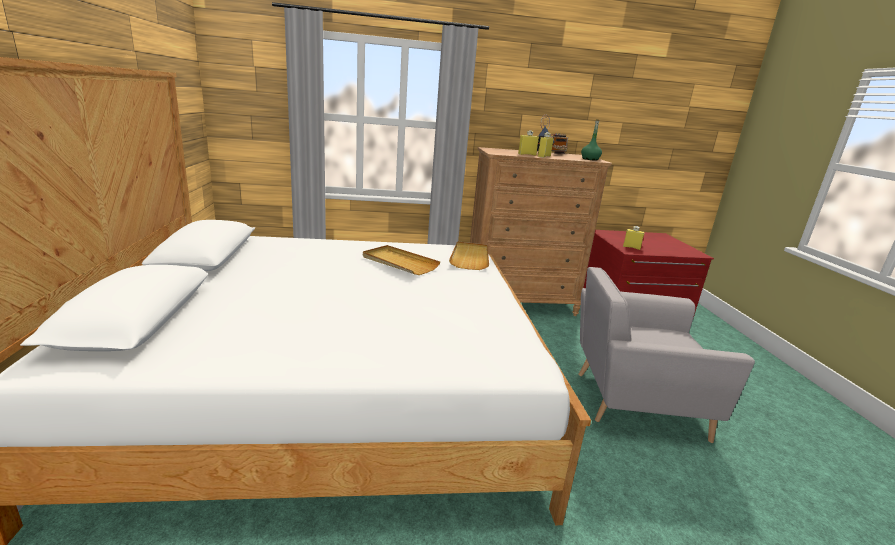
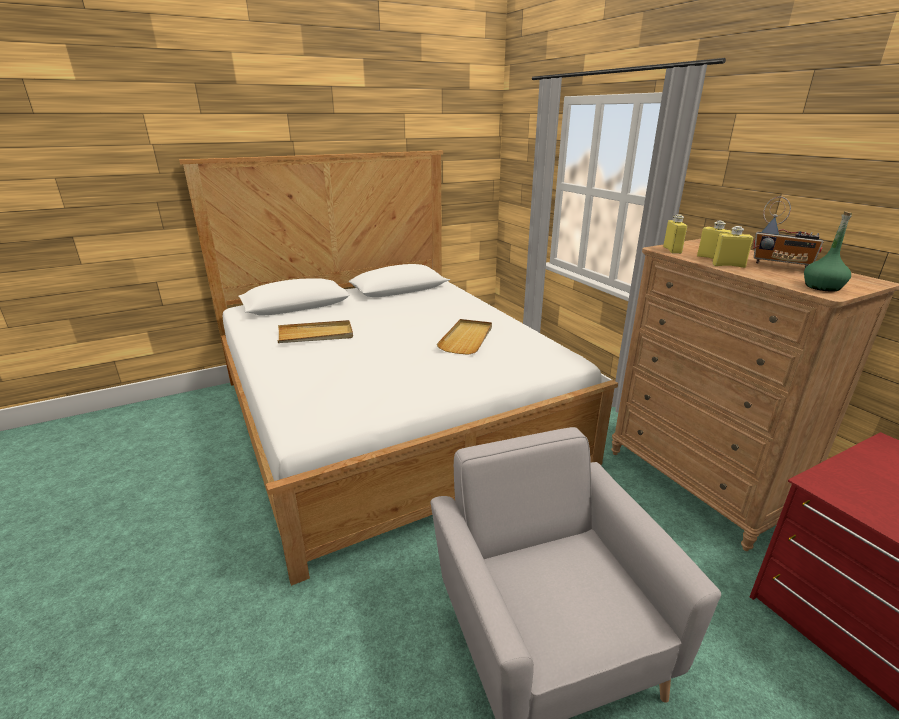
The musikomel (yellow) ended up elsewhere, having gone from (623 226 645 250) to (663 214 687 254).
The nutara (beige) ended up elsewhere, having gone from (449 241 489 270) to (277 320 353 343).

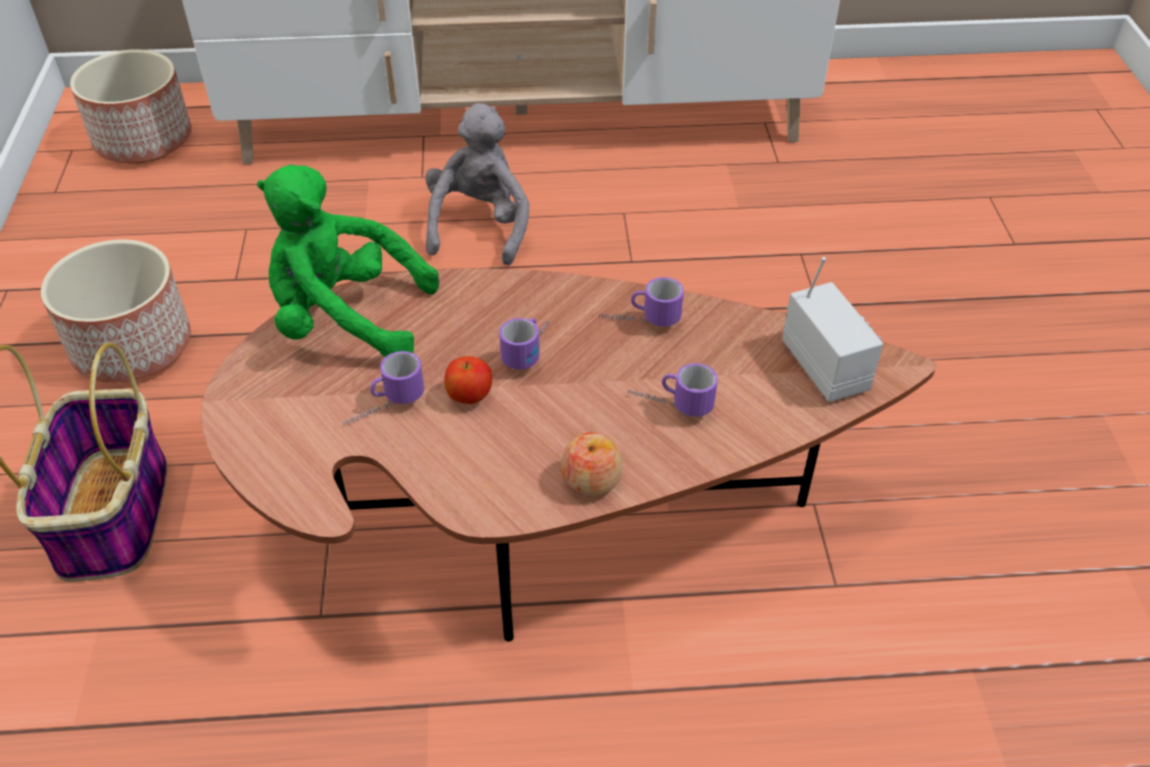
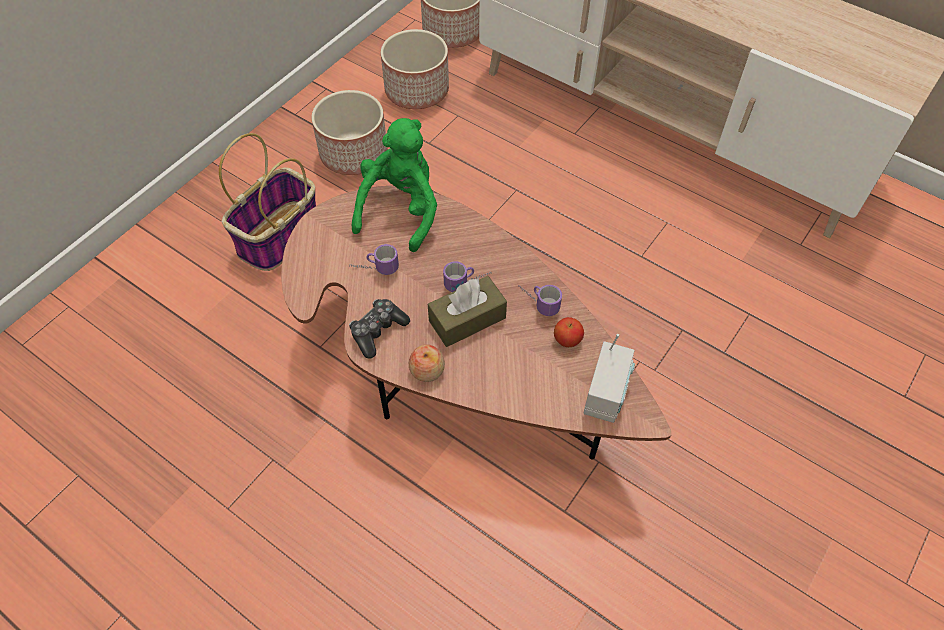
The second view lost the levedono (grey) at (425 103 530 266).
The levedono (green) at (257 165 439 357) ended up facing another way, 60 degrees clockwise from before.
The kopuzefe ended up elsewhere, having gone from (444 356 492 404) to (554 317 584 347).
The second view lost the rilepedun at (628 363 718 417).
The second view gained the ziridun at (381 29 449 109).
The second view gained the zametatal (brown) at (428 276 507 347).
The second view gained the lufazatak at (349 299 410 358).

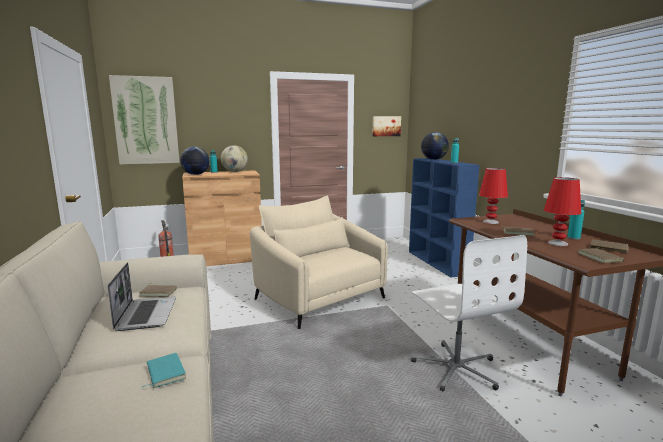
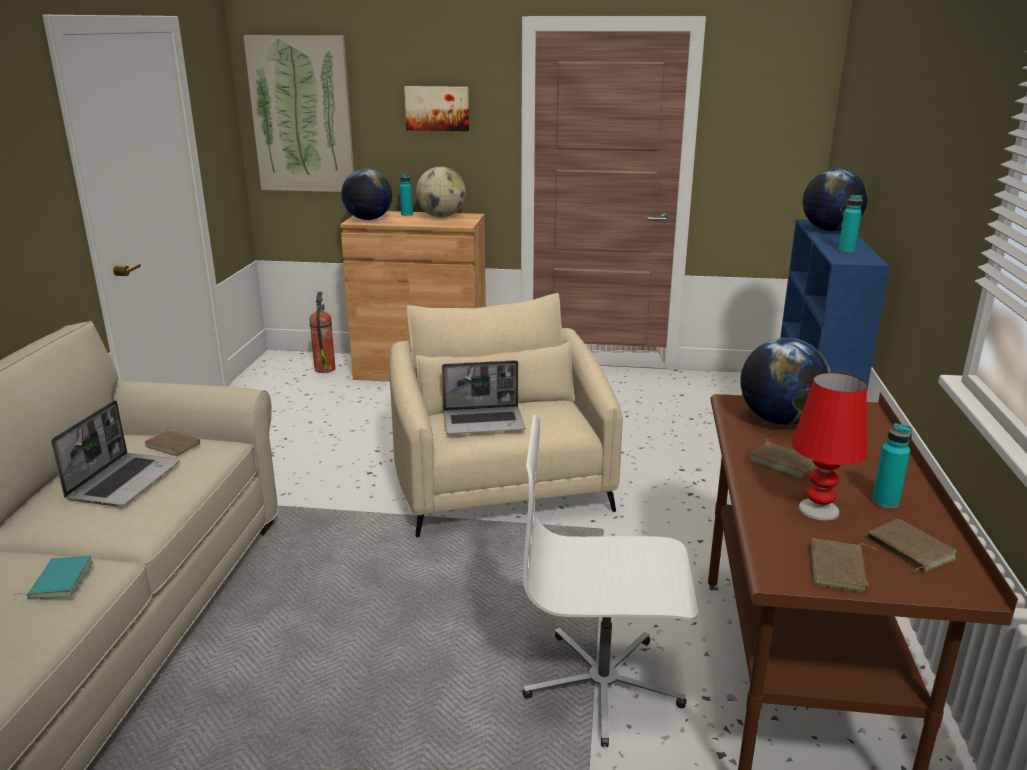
The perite ended up elsewhere, having gone from (372 116 401 136) to (404 86 469 131).
Where the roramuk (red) stood at (479 168 508 224), the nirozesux came to stand at (741 338 831 425).
The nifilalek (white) at (411 235 527 392) ended up facing another way, 90 degrees clockwise from before.
The second view gained the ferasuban at (442 360 525 434).

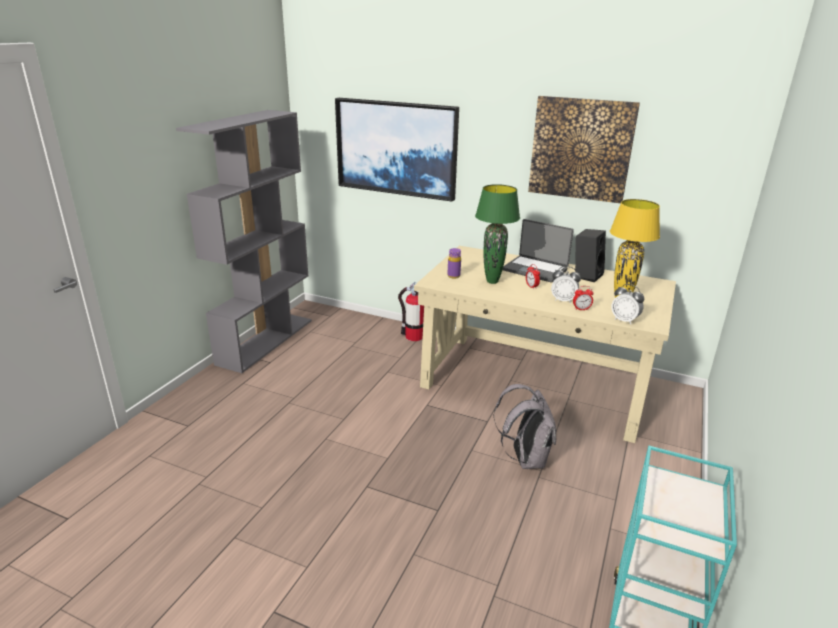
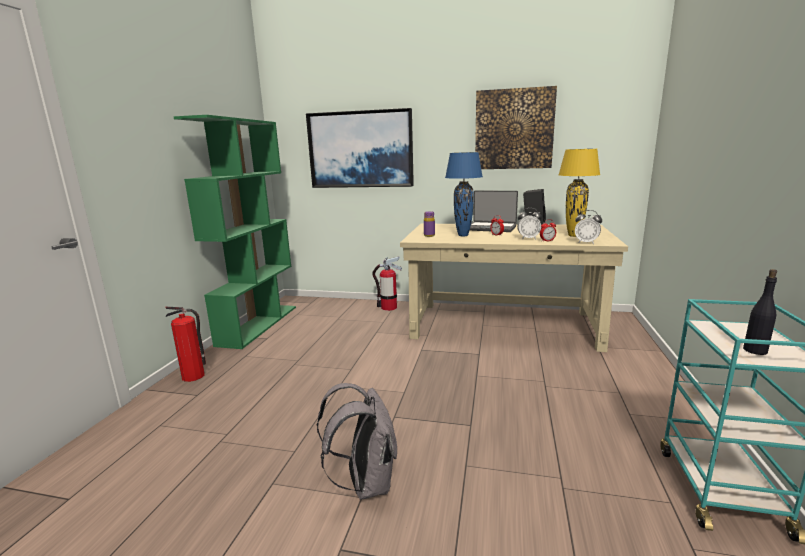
What was the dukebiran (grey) at (176 110 312 373) turned into the dukebiran (green) at (173 115 296 349).
What was the roramuk (green) at (475 184 520 284) turned into the roramuk (blue) at (445 152 483 236).
The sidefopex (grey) ended up elsewhere, having gone from (493 384 556 469) to (317 383 397 500).
The second view gained the musikomel (black) at (743 269 777 355).
The second view gained the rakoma at (165 307 206 382).

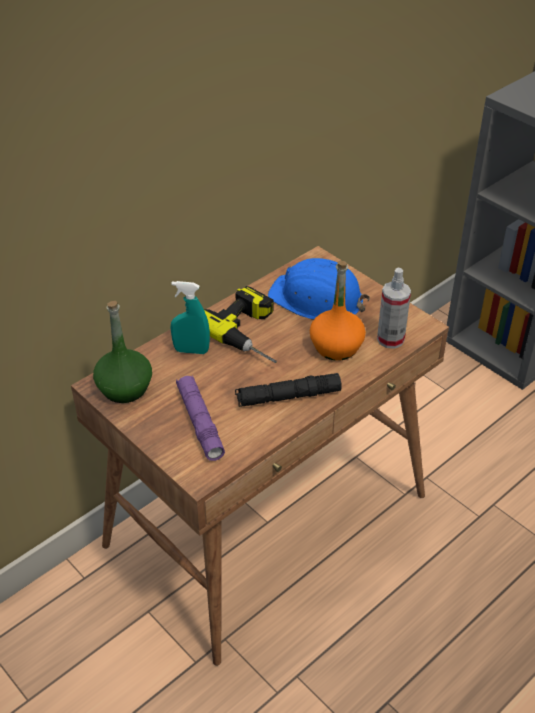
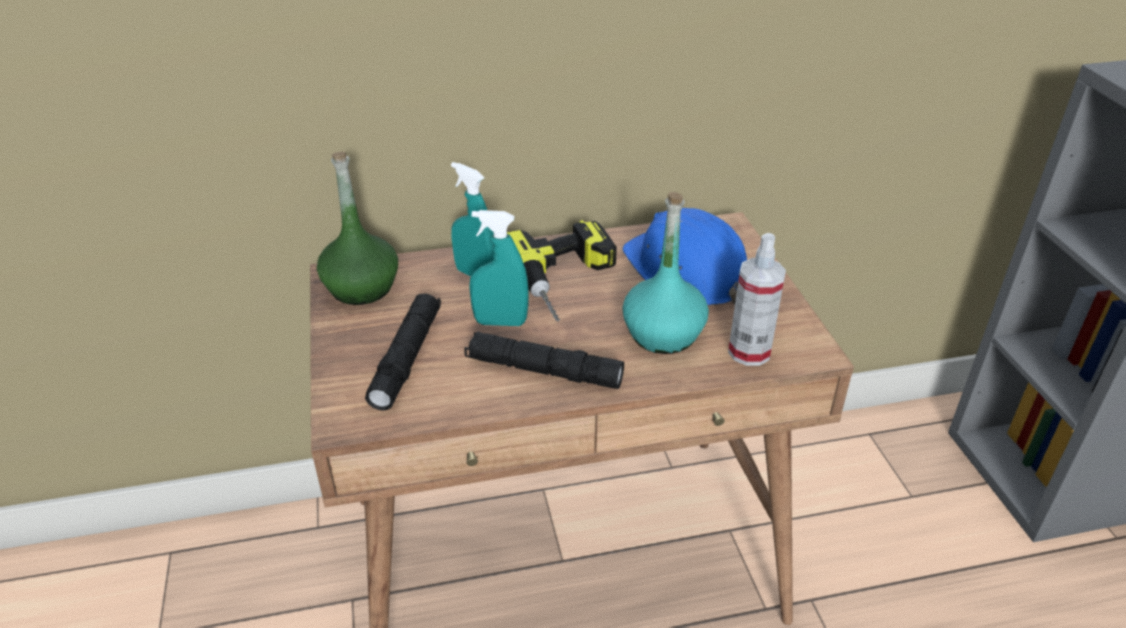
What was the musikomel (orange) at (310 260 366 361) turned into the musikomel (turquoise) at (622 192 709 354).
What was the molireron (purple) at (176 375 225 461) turned into the molireron (black) at (365 294 441 411).
The second view gained the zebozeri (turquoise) at (469 210 528 326).

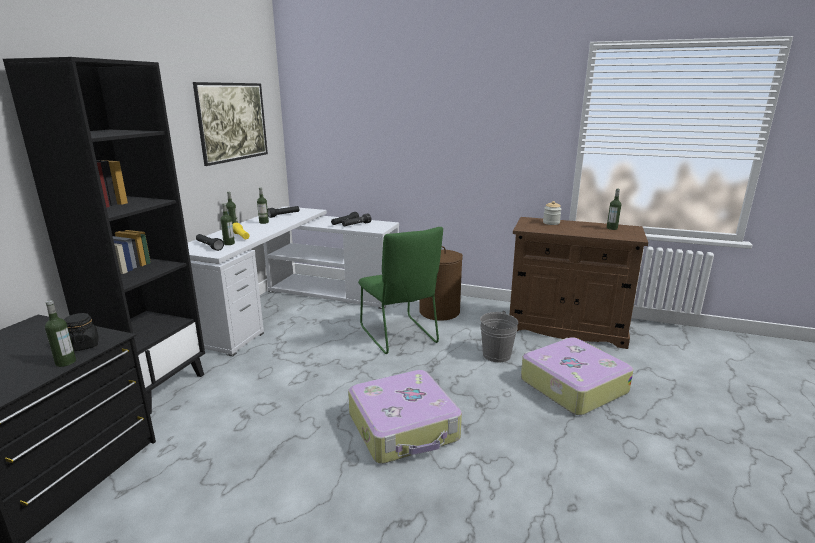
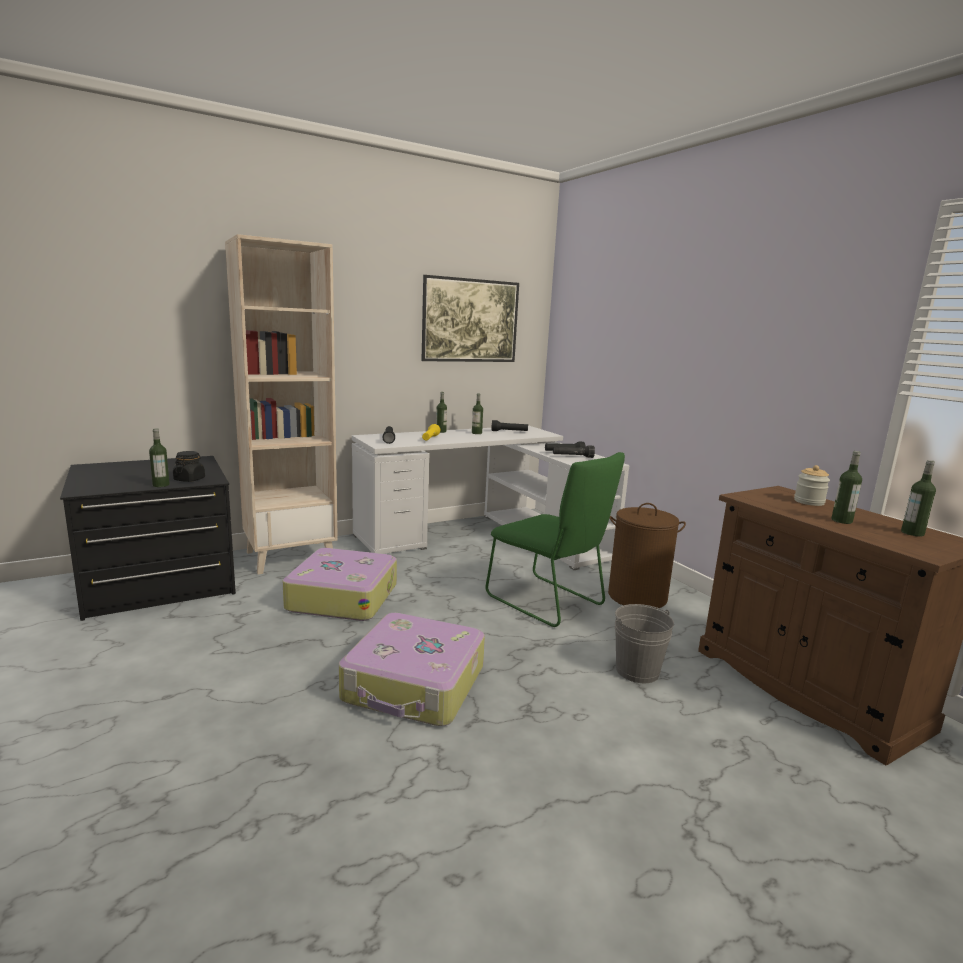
What was the dukebiran (black) at (3 57 205 414) turned into the dukebiran (beige) at (225 234 338 575).
The musikomel ended up elsewhere, having gone from (220 203 235 245) to (831 451 862 524).
The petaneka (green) at (358 227 443 354) ended up facing another way, 60 degrees counterclockwise from before.
The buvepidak ended up elsewhere, having gone from (521 337 633 415) to (283 548 397 621).

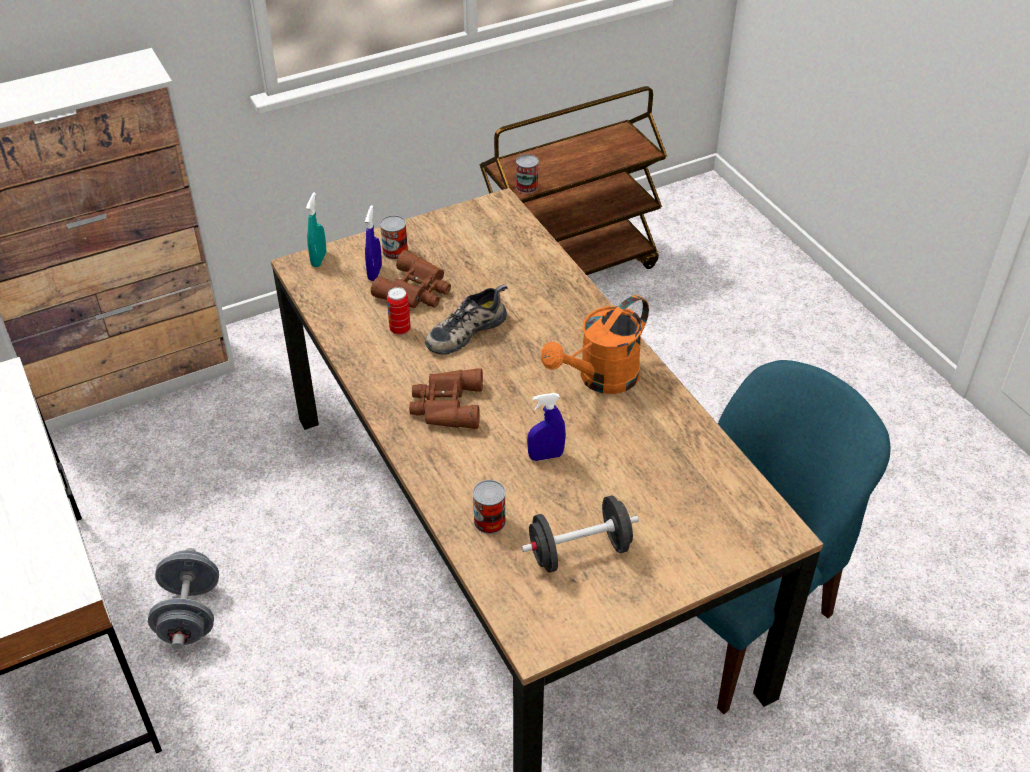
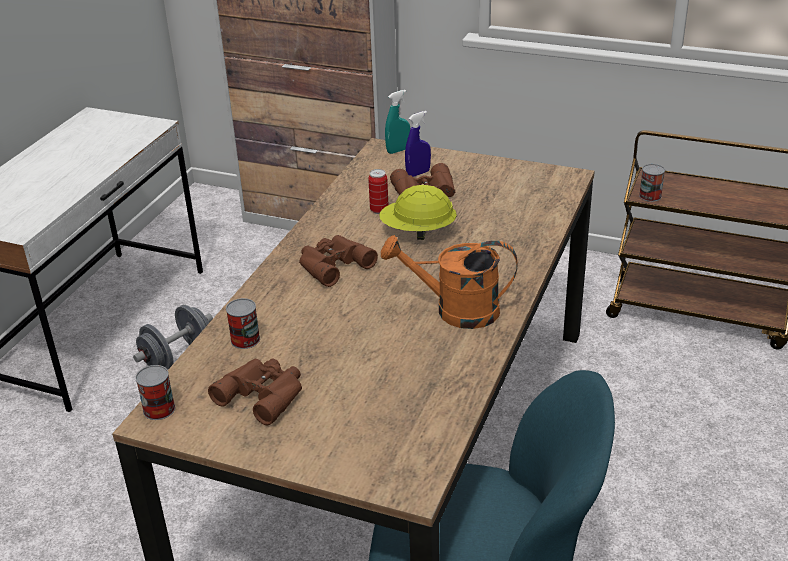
The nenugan ended up elsewhere, having gone from (380 215 408 260) to (135 365 175 420).
Where the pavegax stood at (425 284 508 355), the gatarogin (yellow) came to stand at (379 185 457 240).
The second view lost the zebozeri (blue) at (527 393 566 461).
Where the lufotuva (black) stood at (521 496 639 573), the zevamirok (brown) came to stand at (208 359 302 426).

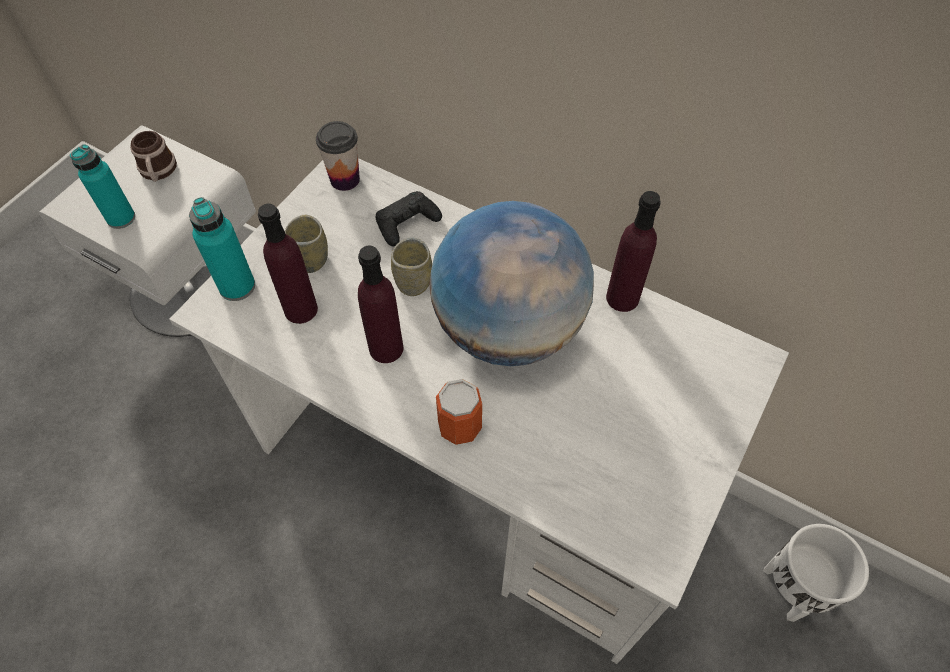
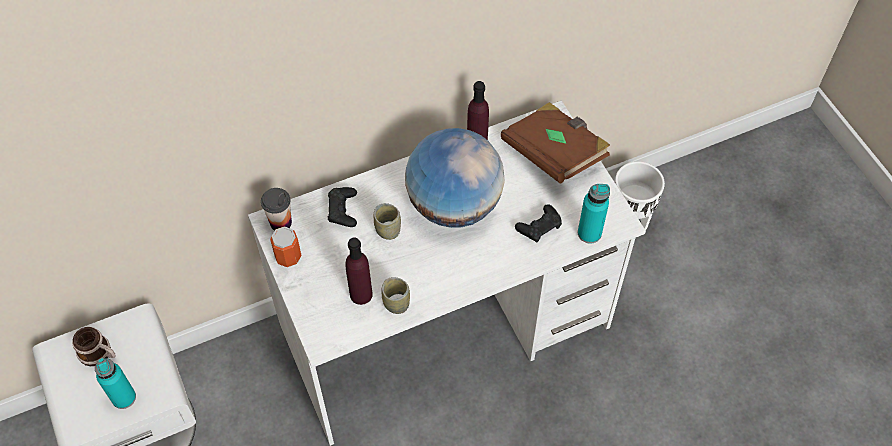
The musikomel (turquoise) ended up elsewhere, having gone from (189 197 255 301) to (578 184 610 243).
The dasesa ended up elsewhere, having gone from (285 215 328 273) to (382 277 410 314).
The second view lost the musikomel (purple) at (358 246 403 363).
The nenugan ended up elsewhere, having gone from (436 379 482 445) to (270 226 302 267).
The second view gained the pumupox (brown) at (501 102 610 184).
The second view gained the lufazatak (black) at (515 204 562 243).

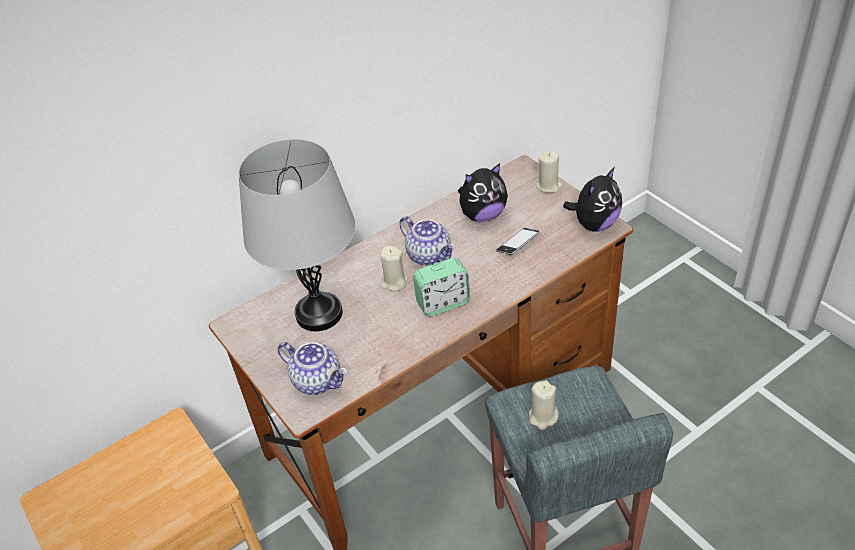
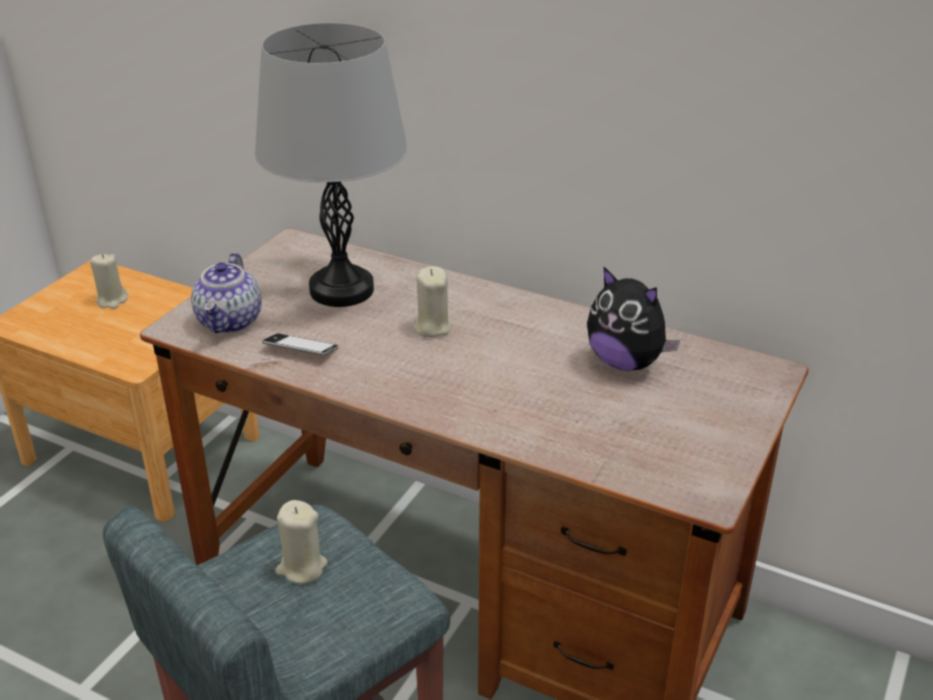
The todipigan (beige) ended up elsewhere, having gone from (536 152 562 193) to (90 254 128 309).
The second view lost the levedono at (563 167 622 231).
The second view lost the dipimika at (399 216 456 266).
The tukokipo ended up elsewhere, having gone from (496 228 540 255) to (262 334 338 355).
The second view lost the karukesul at (413 258 470 317).

